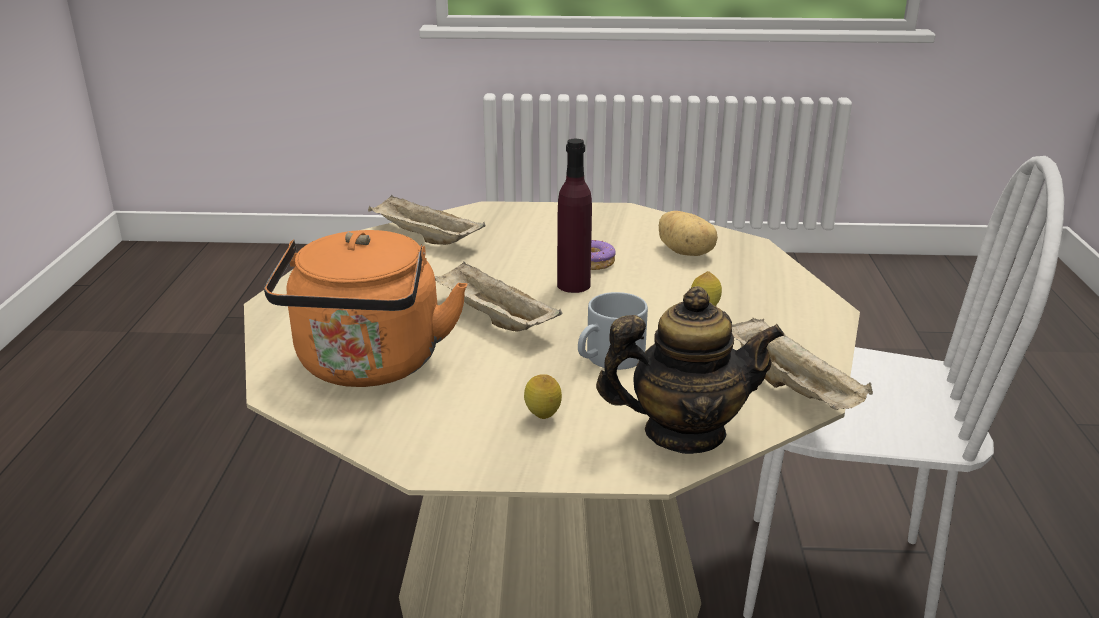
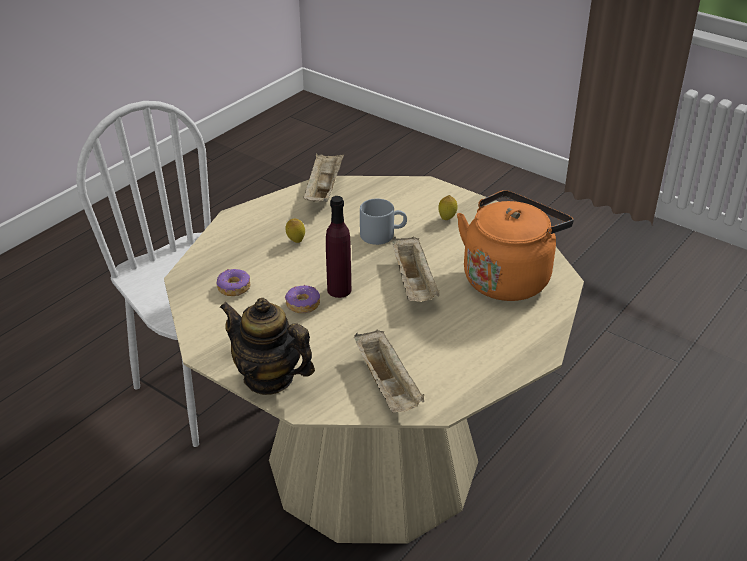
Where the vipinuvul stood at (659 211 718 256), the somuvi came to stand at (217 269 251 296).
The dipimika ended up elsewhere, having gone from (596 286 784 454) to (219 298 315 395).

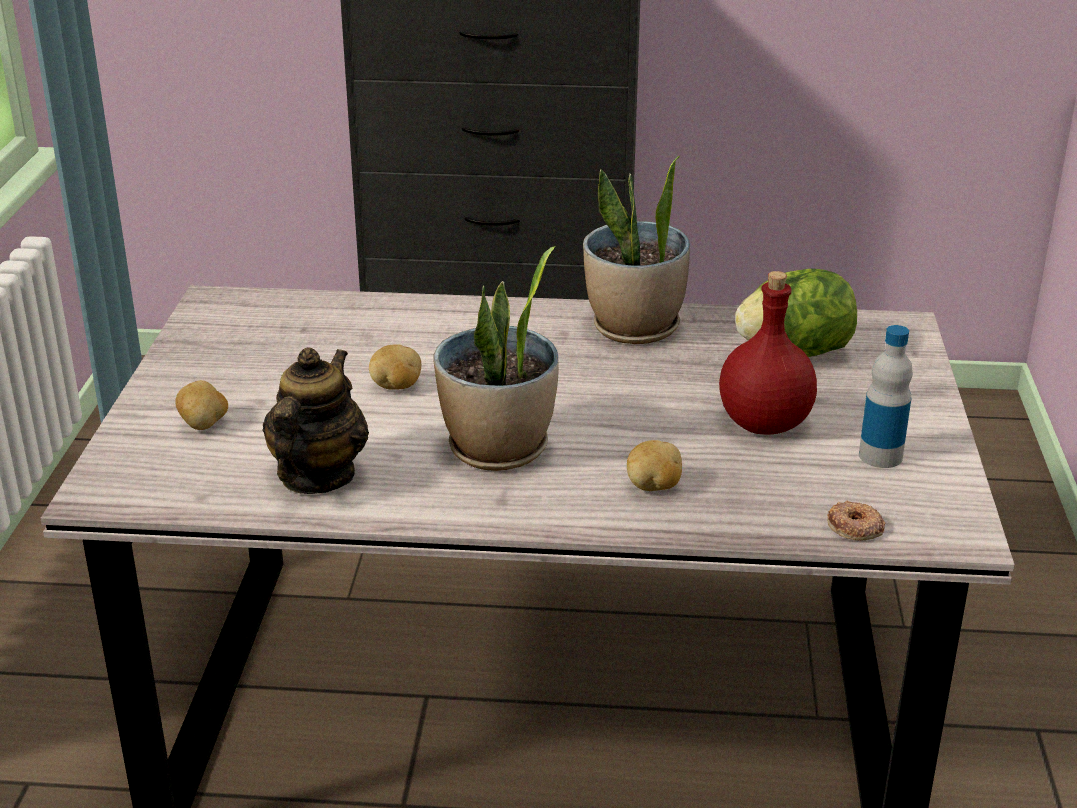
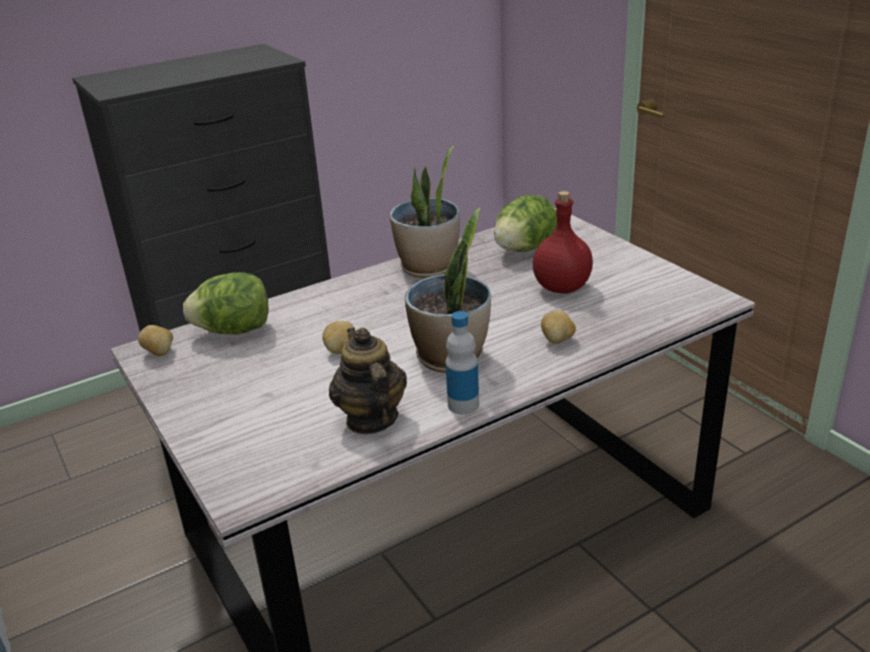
The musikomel ended up elsewhere, having gone from (859 325 913 468) to (445 311 479 415).
The vipinuvul ended up elsewhere, having gone from (175 380 228 430) to (138 325 173 356).
The second view lost the somuvi at (827 501 885 540).
The second view gained the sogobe at (183 272 269 335).

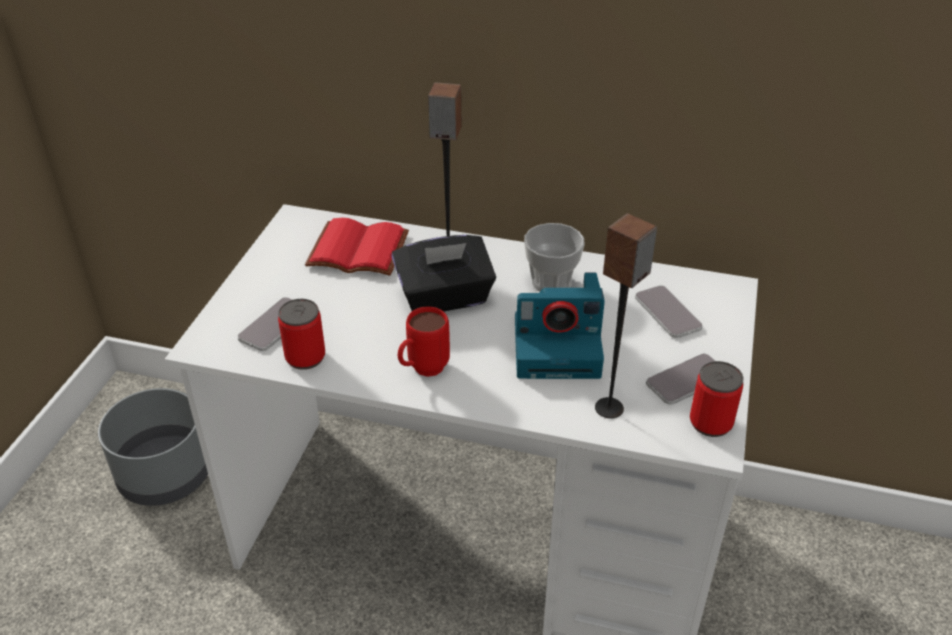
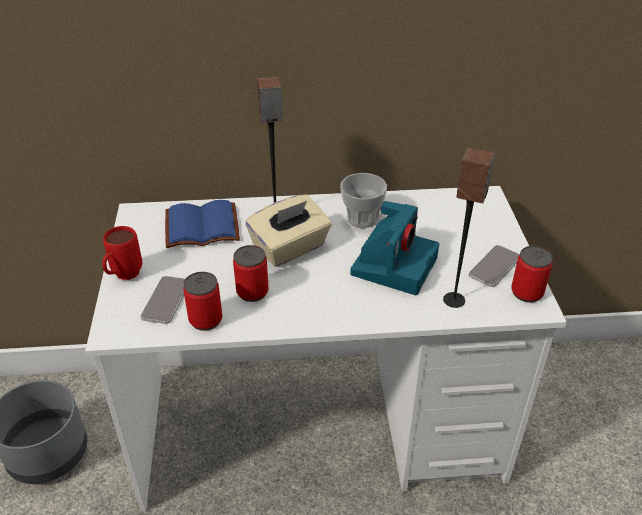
What was the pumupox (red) at (305 218 409 276) turned into the pumupox (blue) at (165 200 240 248).
What was the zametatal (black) at (392 235 496 311) turned into the zametatal (beige) at (245 194 332 267).
The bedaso at (515 273 605 379) ended up facing another way, 45 degrees counterclockwise from before.
The second view lost the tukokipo at (635 285 703 338).
The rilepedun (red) ended up elsewhere, having gone from (398 307 450 377) to (102 226 142 280).
The second view gained the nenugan at (233 245 269 302).

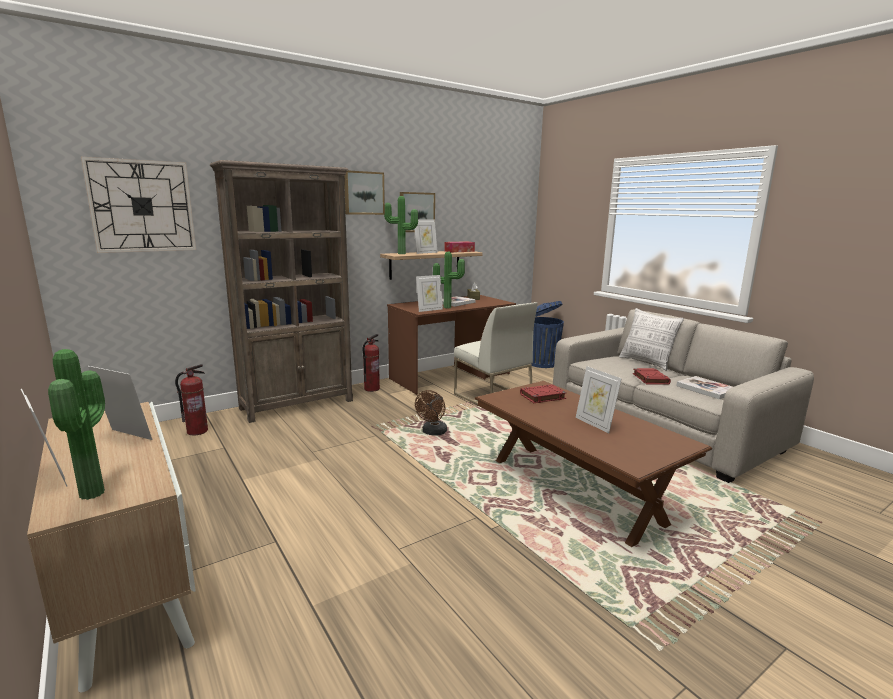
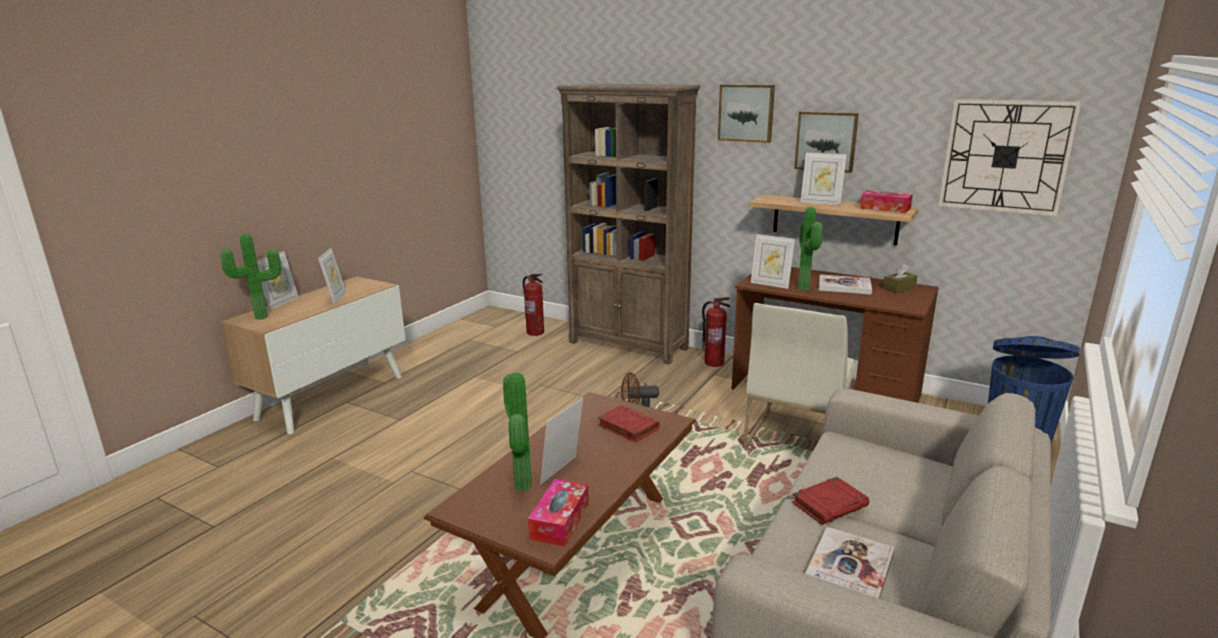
The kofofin ended up elsewhere, having gone from (81 157 196 253) to (938 99 1082 216).
The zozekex ended up elsewhere, having gone from (384 196 418 254) to (503 373 532 491).
The second view lost the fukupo at (619 308 684 371).
The second view gained the zametatal at (528 479 589 546).

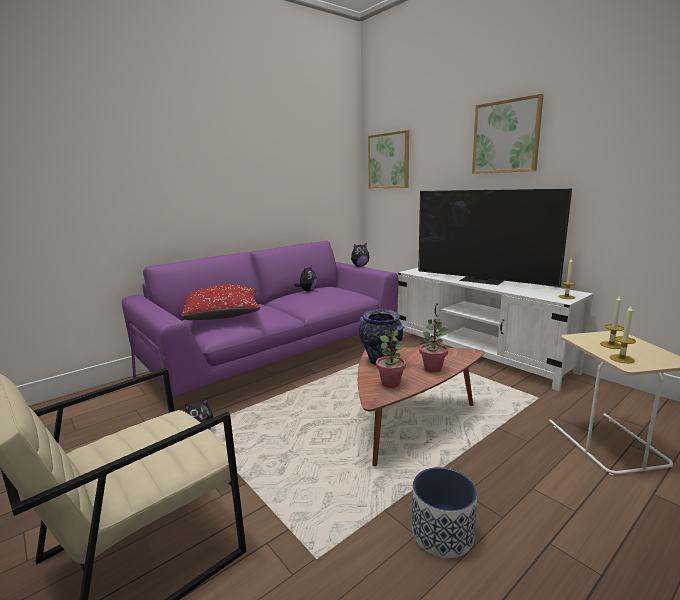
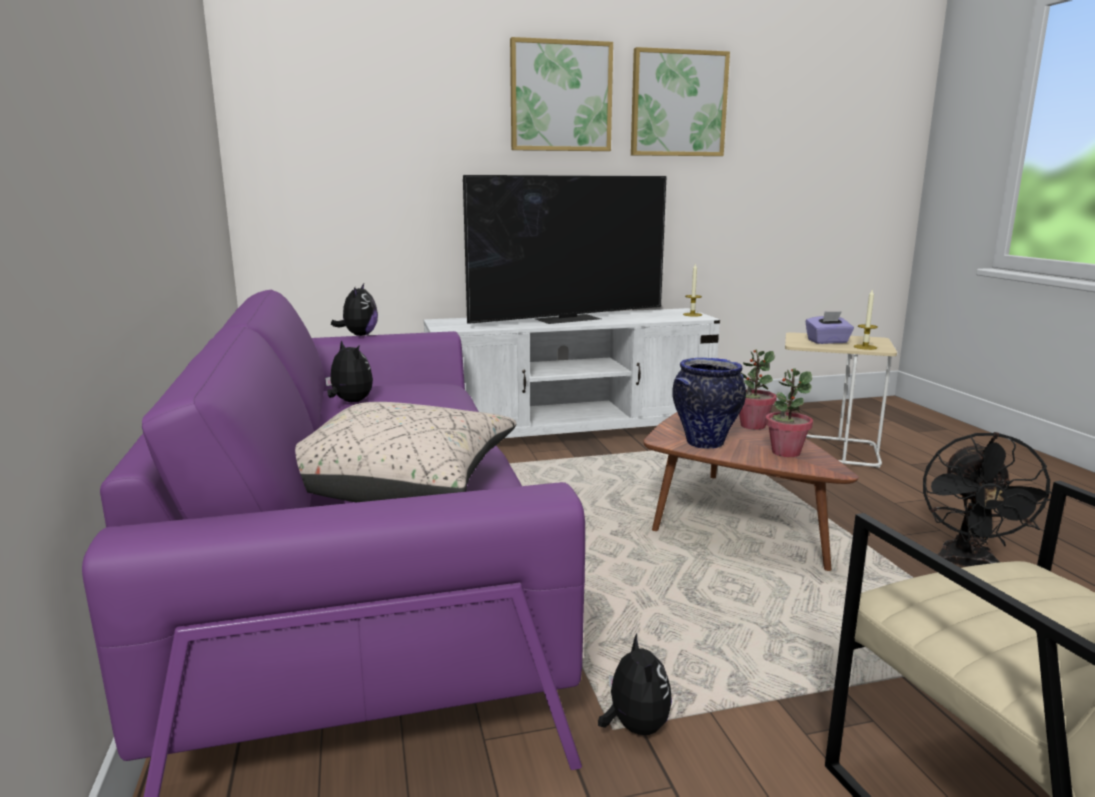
The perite ended up elsewhere, having gone from (368 130 409 188) to (631 47 730 156).
What was the fukupo (red) at (181 284 260 320) turned into the fukupo (beige) at (295 402 516 502).
Where the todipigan stood at (600 296 624 349), the zametatal (purple) came to stand at (806 311 854 344).
Where the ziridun stood at (412 467 477 558), the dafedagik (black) came to stand at (923 432 1051 567).

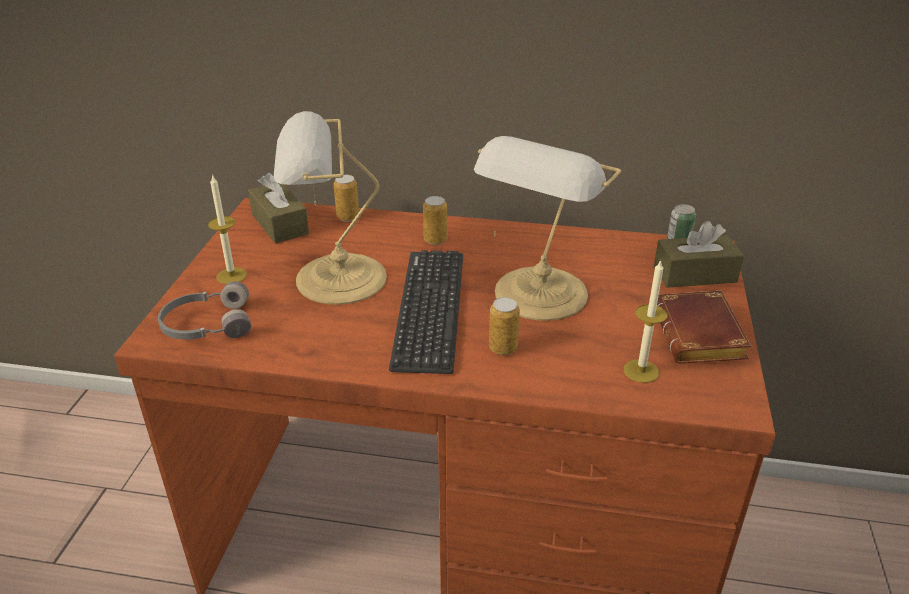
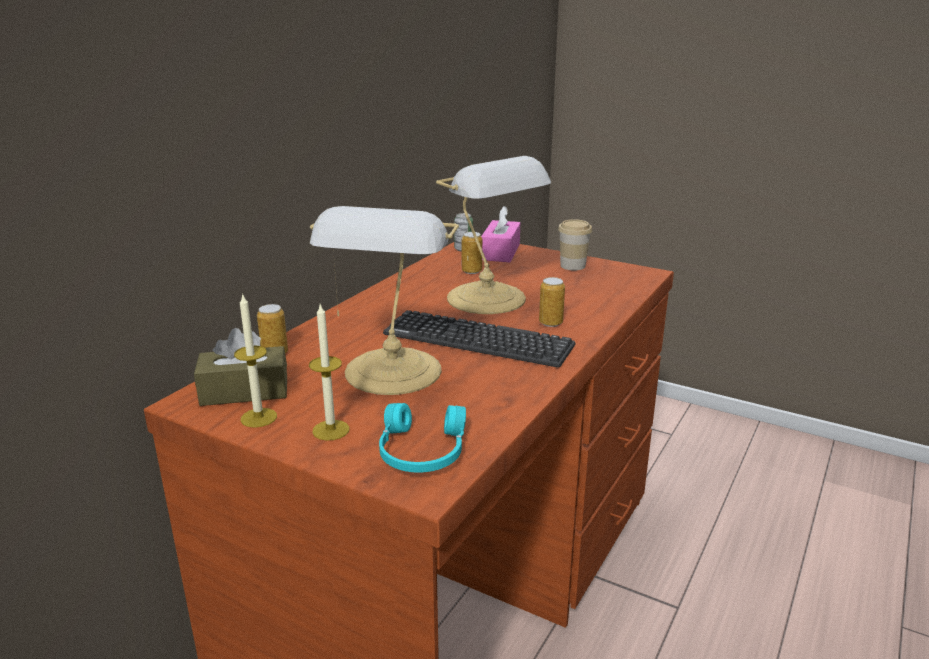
The nenugan ended up elsewhere, having gone from (423 196 447 245) to (462 232 482 274).
What was the zametatal (brown) at (654 221 744 288) turned into the zametatal (pink) at (481 206 520 262).
The todipigan ended up elsewhere, having gone from (624 260 667 383) to (234 293 277 428).
What was the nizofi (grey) at (158 281 251 340) turned into the nizofi (turquoise) at (379 403 466 473).
Where the pumupox (brown) stood at (657 291 751 364), the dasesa came to stand at (558 219 592 270).

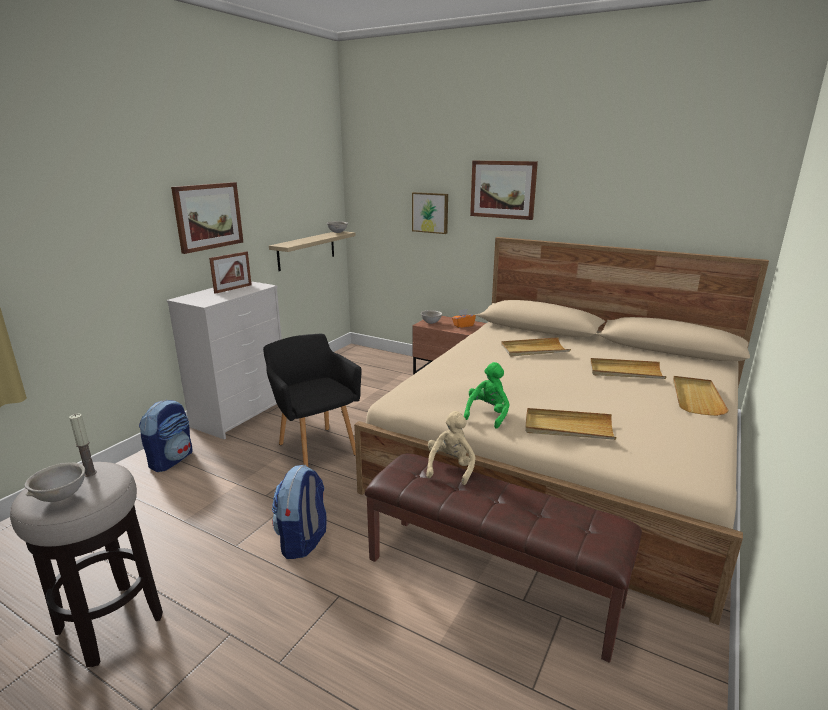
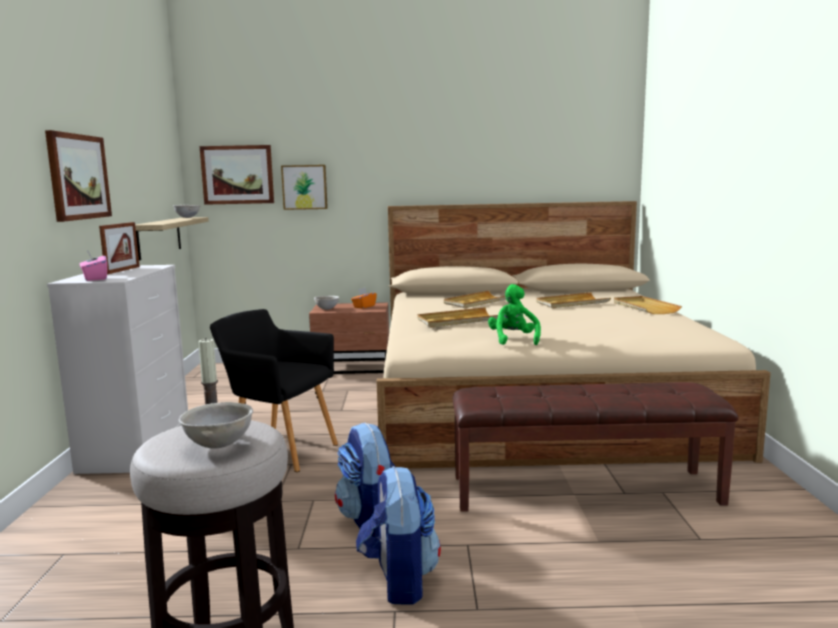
The perite ended up elsewhere, having gone from (470 161 538 220) to (200 145 274 205).
The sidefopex ended up elsewhere, having gone from (139 399 193 472) to (356 466 441 605).
The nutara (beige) ended up elsewhere, having gone from (525 408 617 440) to (417 307 498 328).
The second view lost the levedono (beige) at (426 411 475 485).
The second view gained the zametatal (pink) at (80 251 107 281).

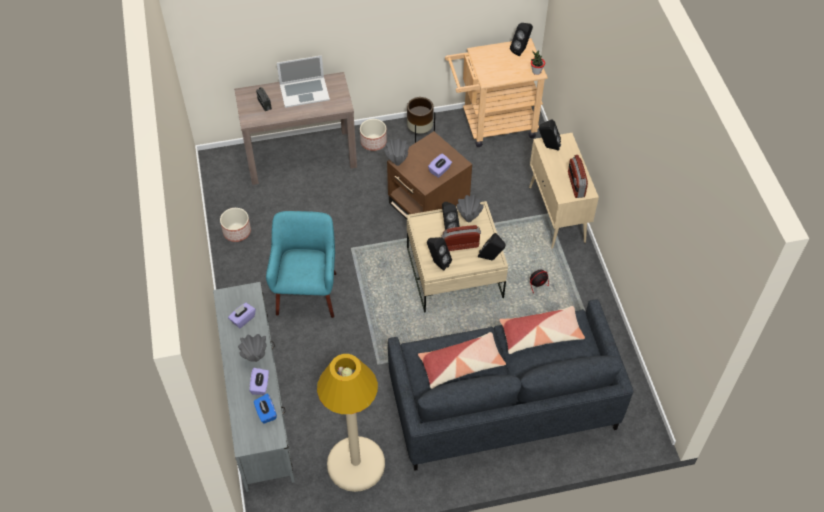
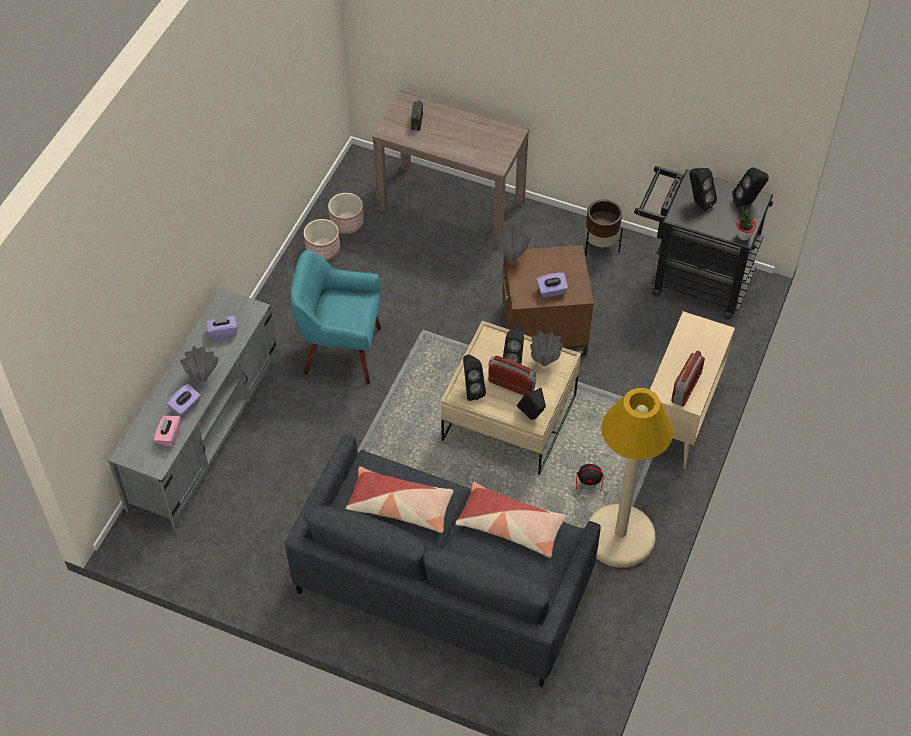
What was the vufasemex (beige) at (445 38 548 147) turned into the vufasemex (black) at (634 166 773 319).
The second view lost the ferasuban at (277 55 330 108).
The ziridun ended up elsewhere, having gone from (360 119 387 151) to (328 193 364 234).
The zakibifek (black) ended up elsewhere, having gone from (539 120 561 151) to (689 168 717 211).
The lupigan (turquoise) at (266 211 337 318) ended up facing another way, 120 degrees counterclockwise from before.
The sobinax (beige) ended up elsewhere, having gone from (317 354 385 492) to (588 388 674 568).
What was the zametatal (blue) at (254 394 277 424) turned into the zametatal (pink) at (154 416 181 447).

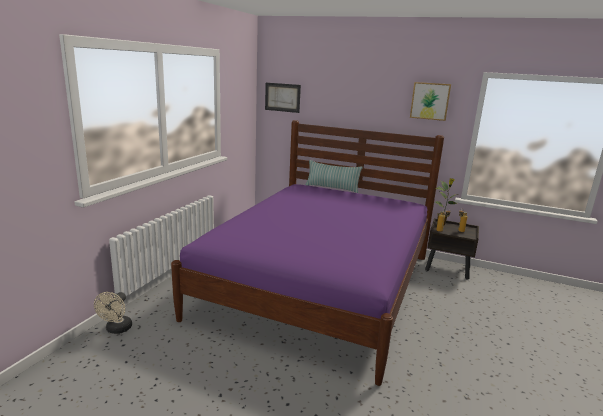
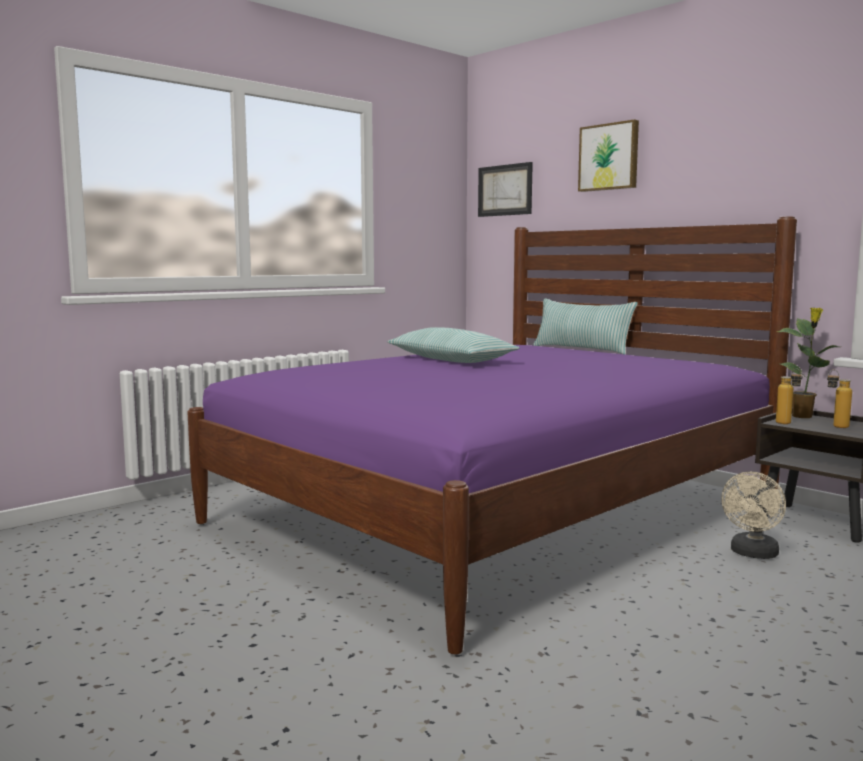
The perite ended up elsewhere, having gone from (410 82 451 121) to (578 119 639 192).
The dafedagik (beige) ended up elsewhere, having gone from (94 292 132 334) to (721 472 786 559).
The second view gained the fukupo at (387 327 520 363).

